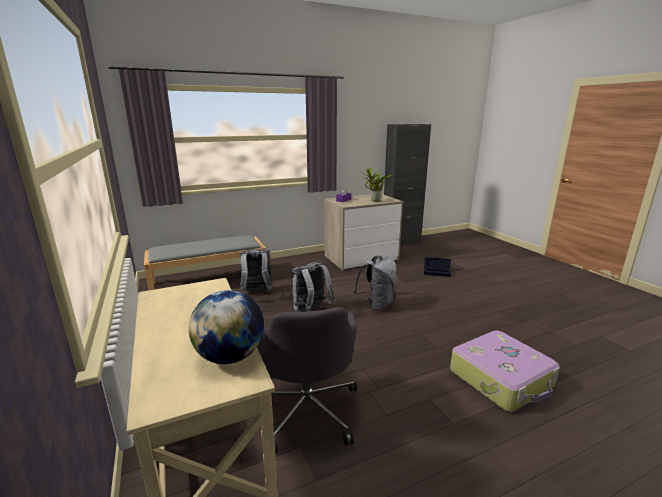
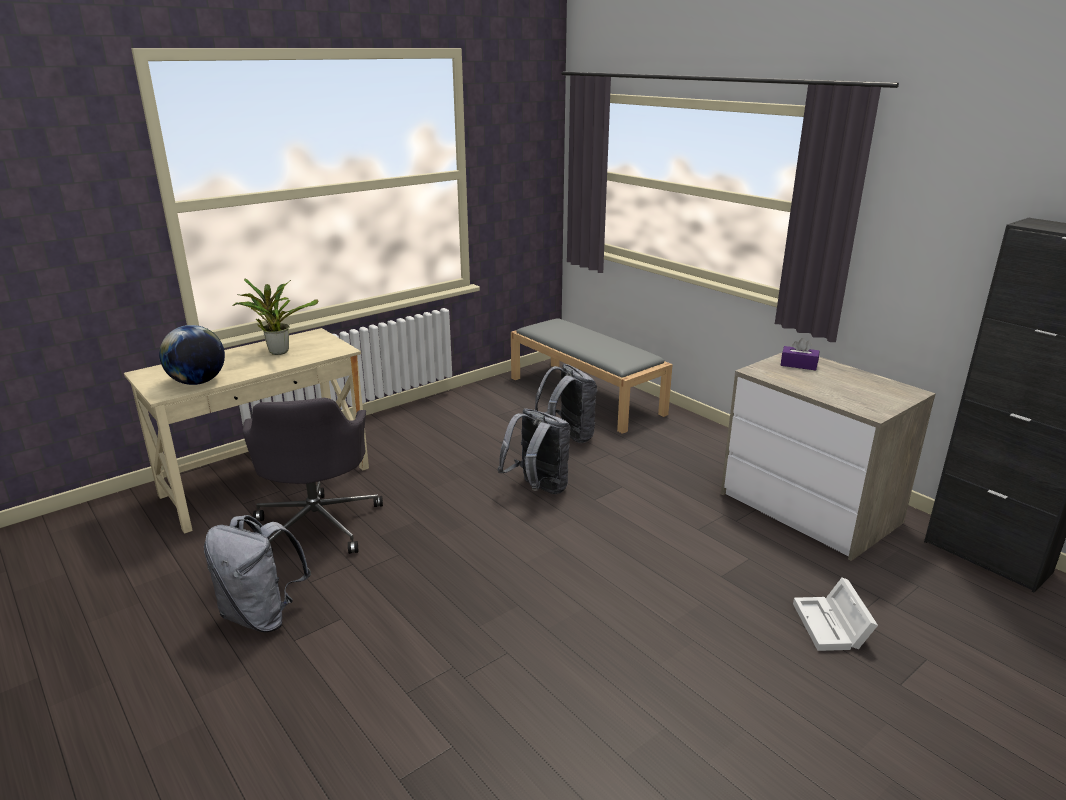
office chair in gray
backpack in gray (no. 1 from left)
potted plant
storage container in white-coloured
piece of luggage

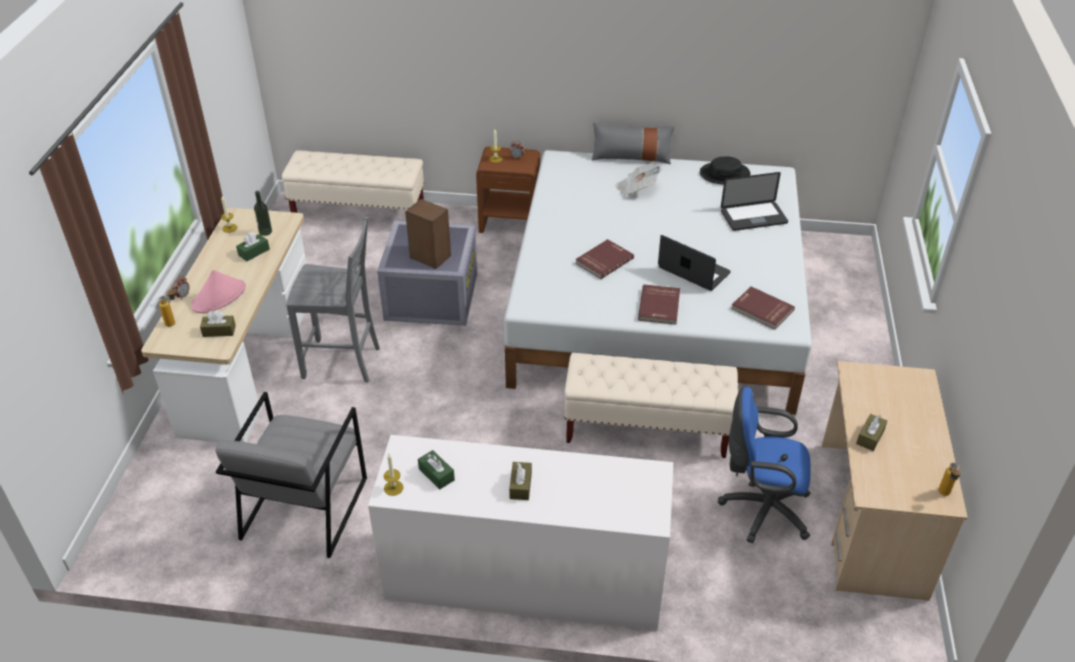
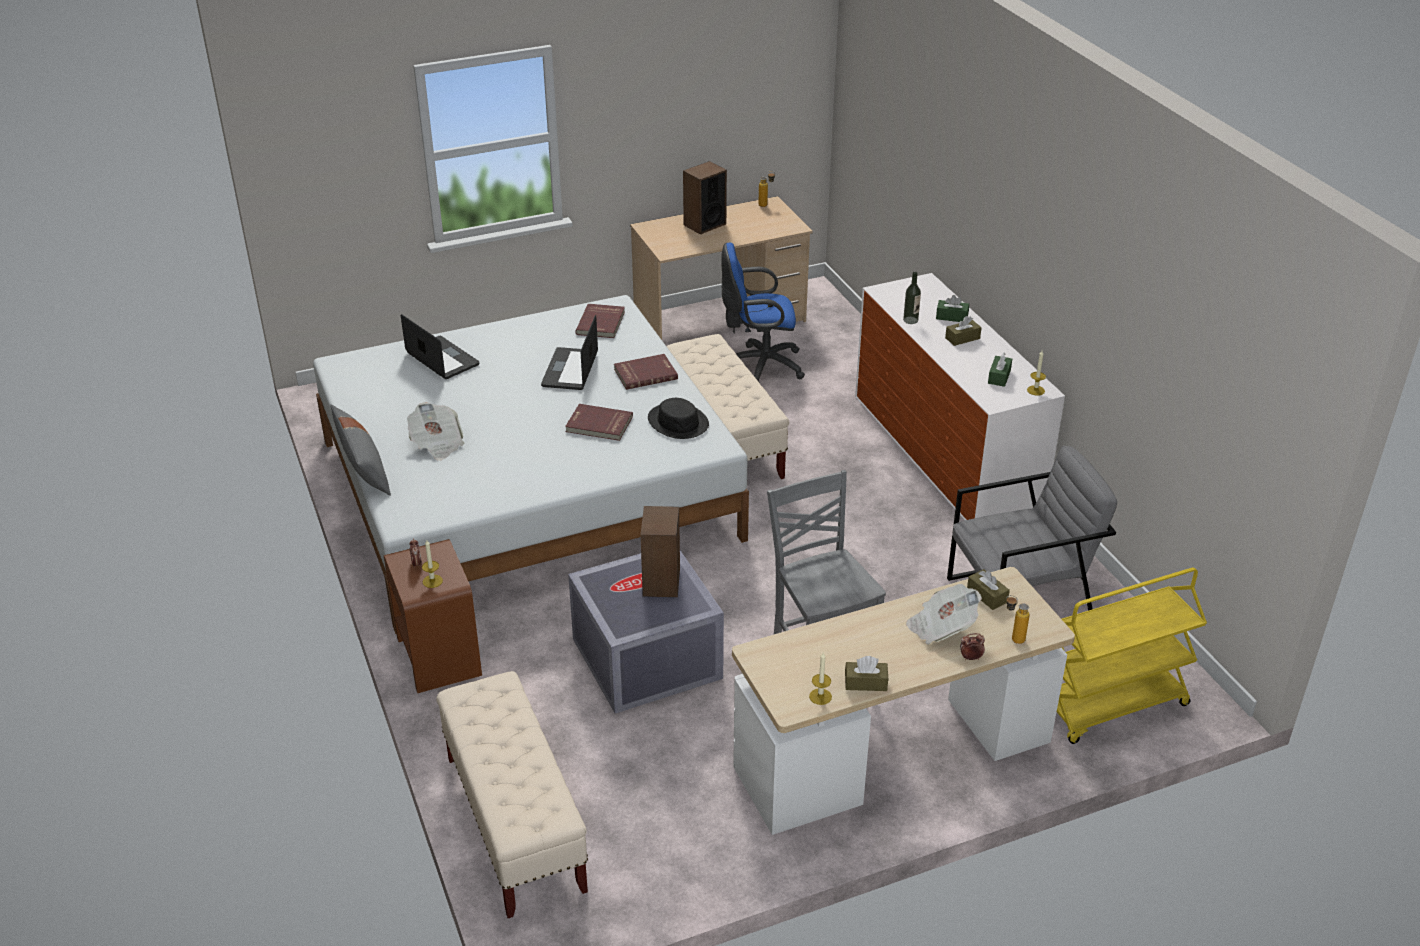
daily paper (no. 2 from left)
box of tissues in green-coloured (no. 1 from left)
bottle (no. 2 from left)
hat in black-coloured
office chair in blue-coloured
box of tissues in brown (no. 1 from left)
speaker (no. 2 from left)
trolley in yellow-coloured

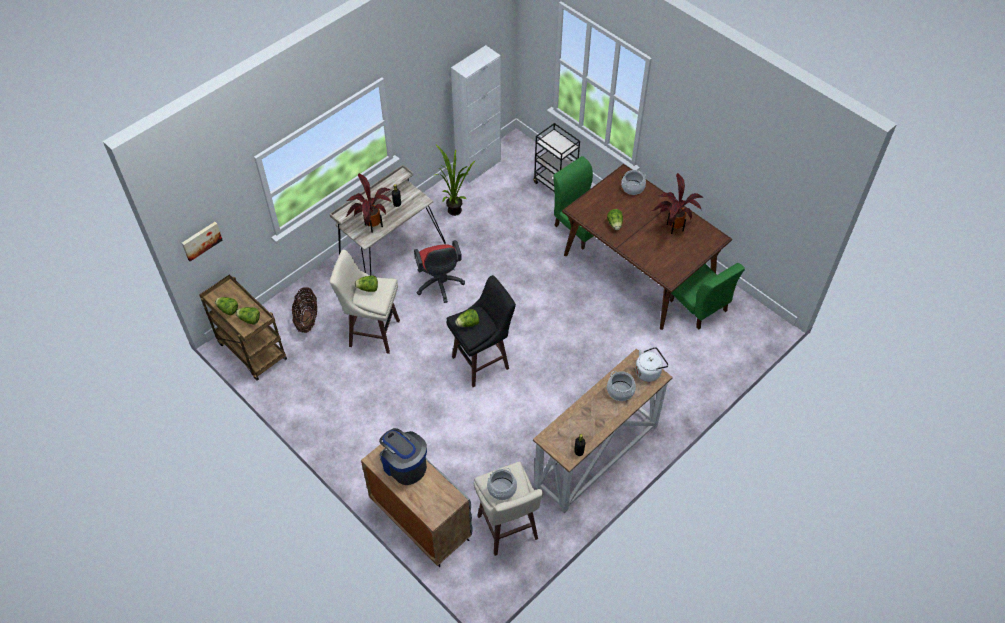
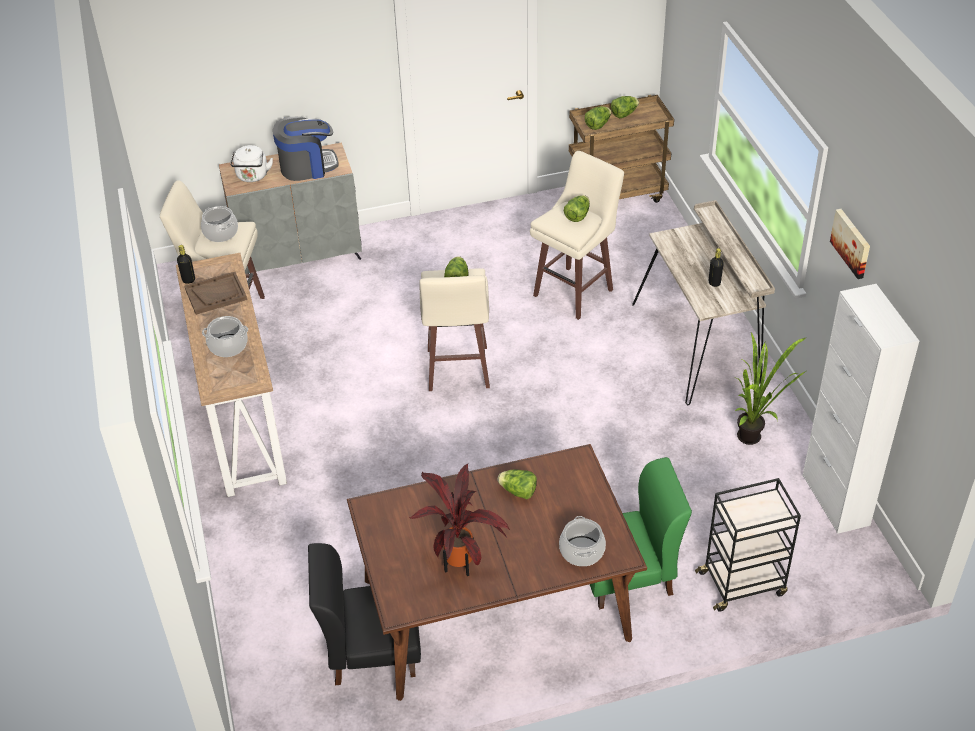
picture
household basket
potted plant (no. 1 from left in the first image)
office chair in reddish
sitting stool in beige (no. 2 from left)
kettle in white-coloured
chair in black-coloured
serving tray in brown

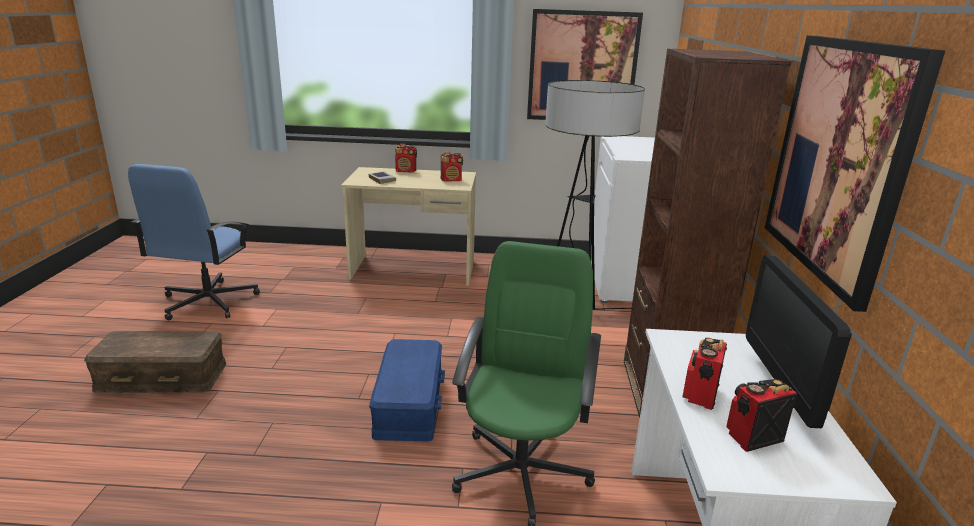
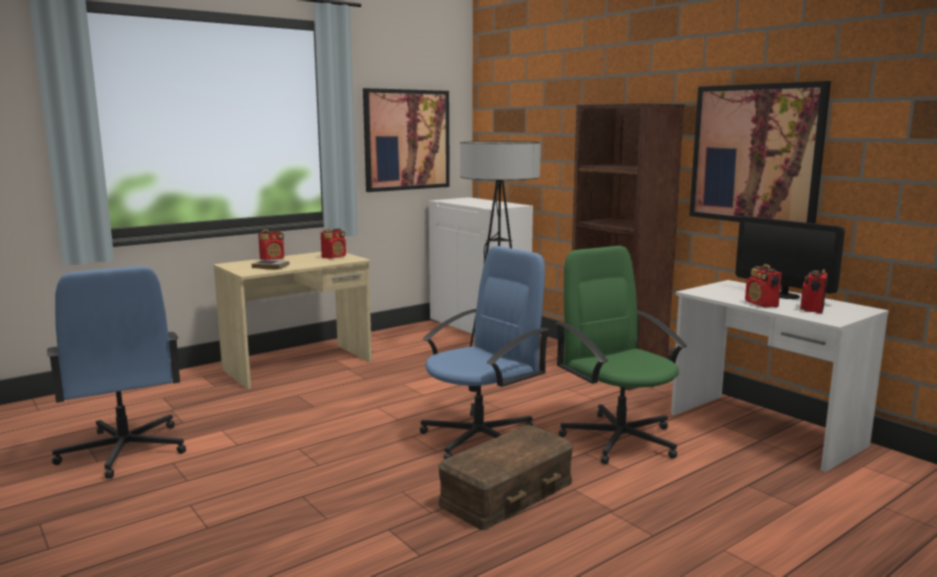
storage container in brown
office chair in blue-coloured (no. 2 from left)

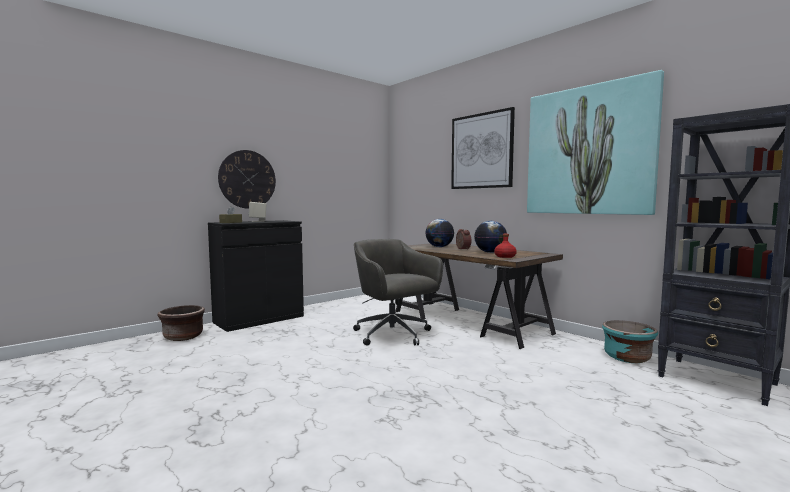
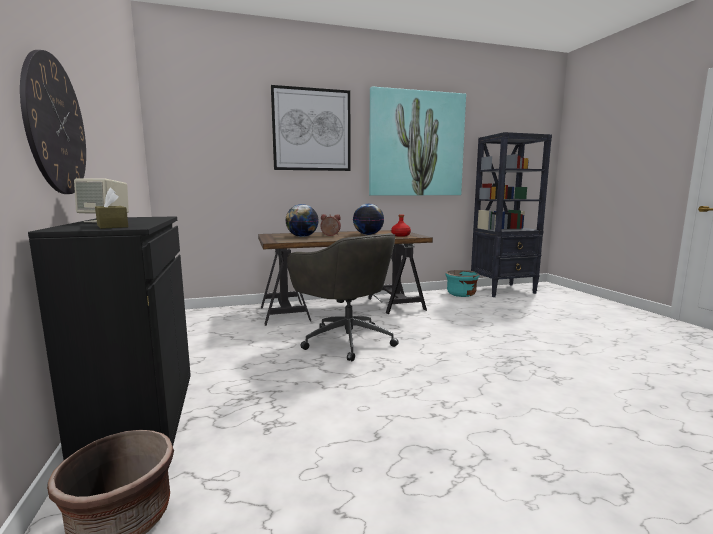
office chair in gray

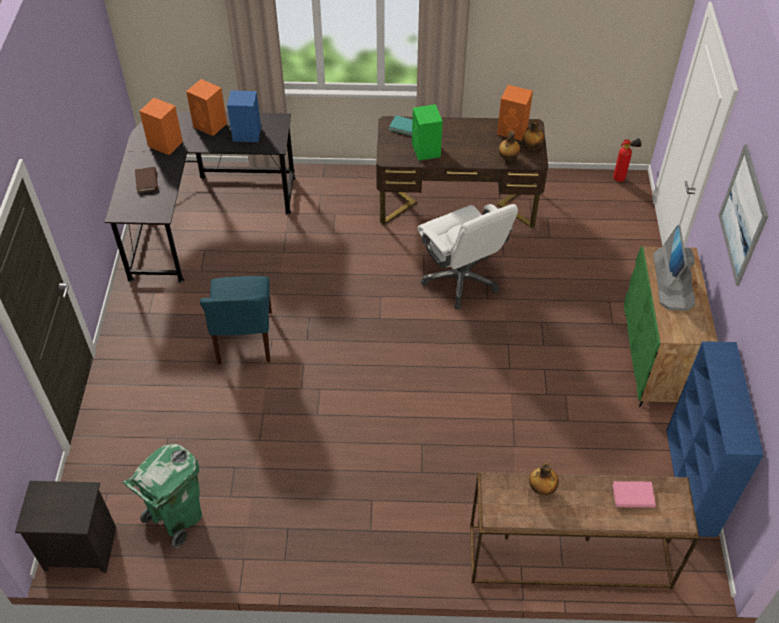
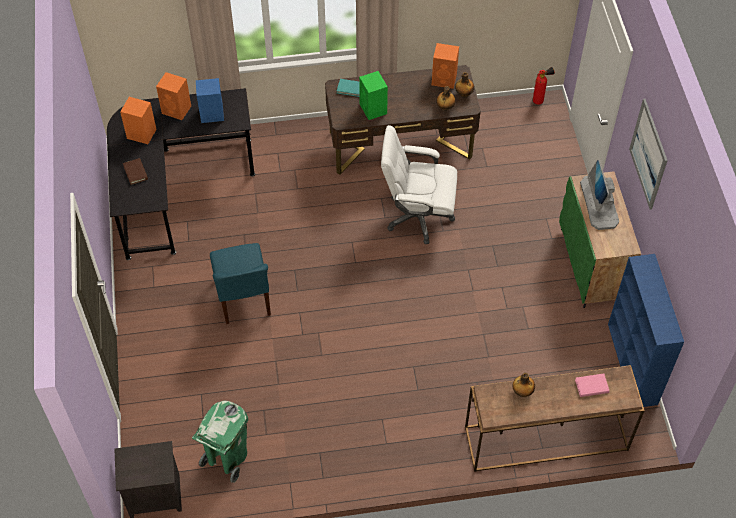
office chair in white-coloured

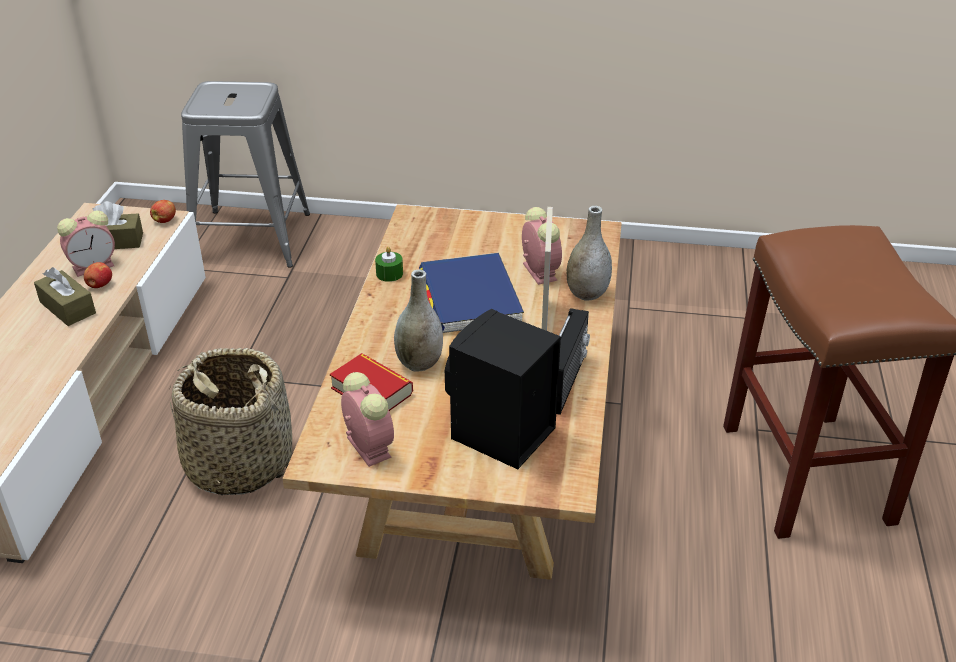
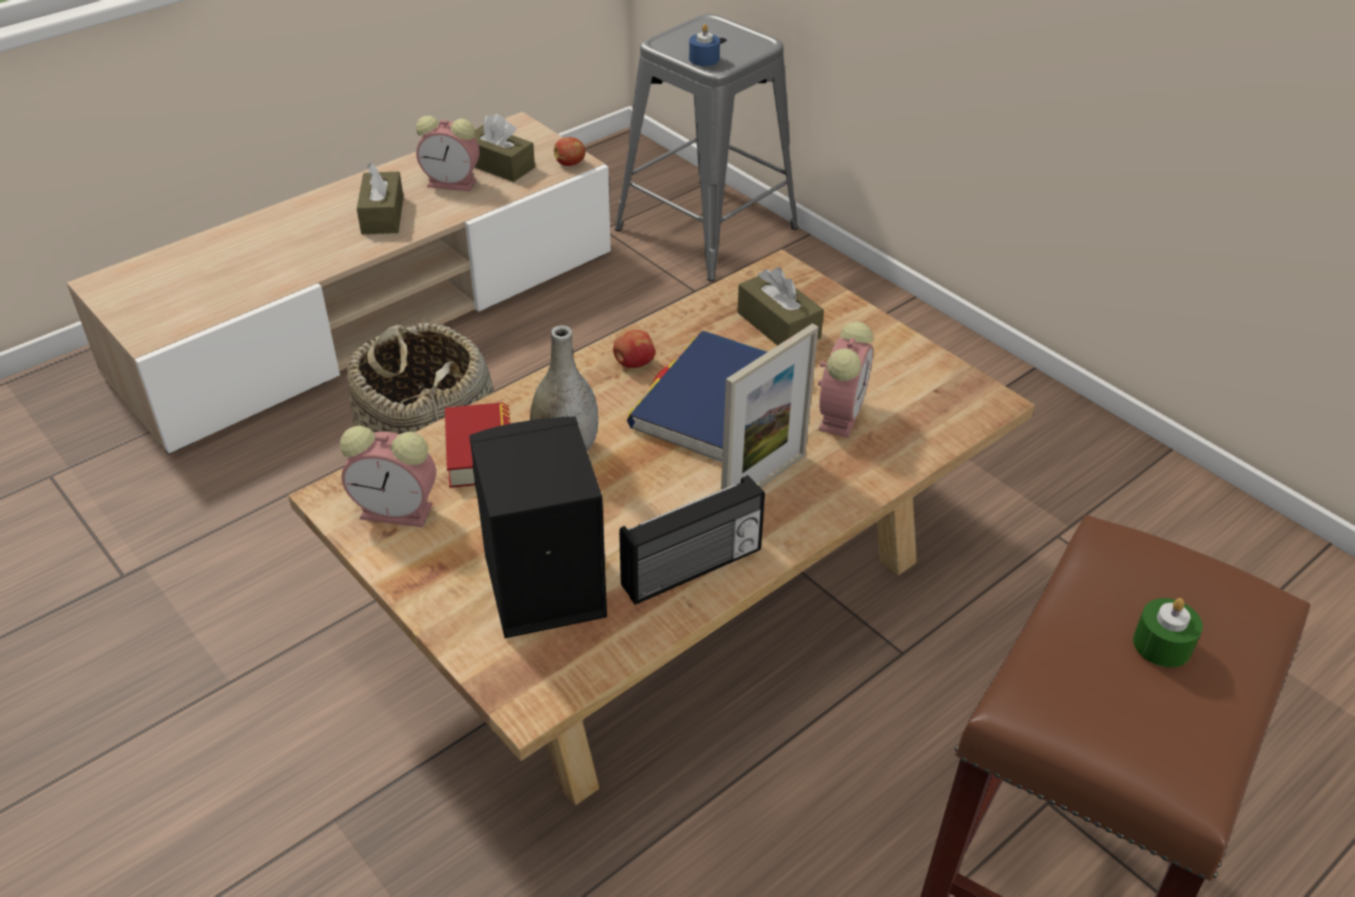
whole apple (no. 2 from left)
alarm clock (no. 1 from left)
candle in green-coloured
vase in gray (no. 2 from left in the first image)
candle in blue-coloured
box of tissues in brown (no. 3 from left)

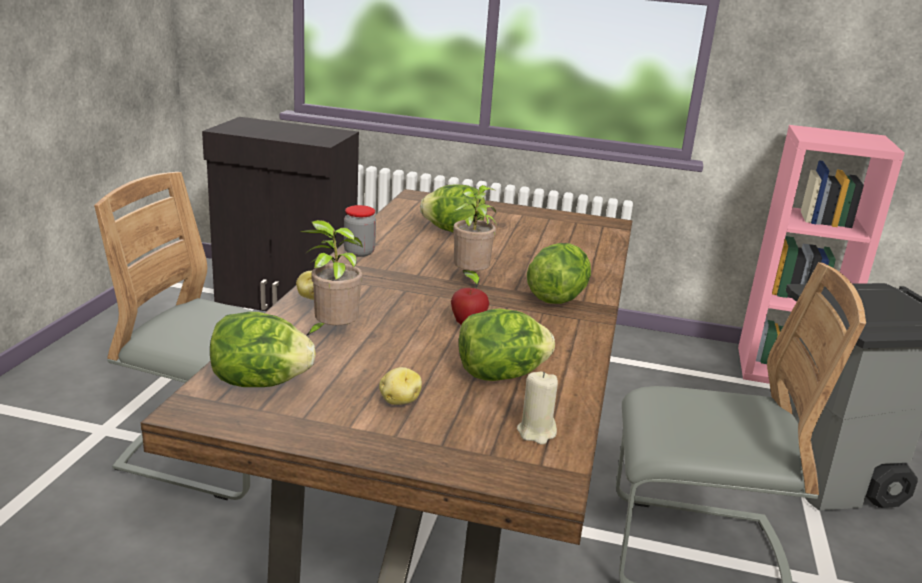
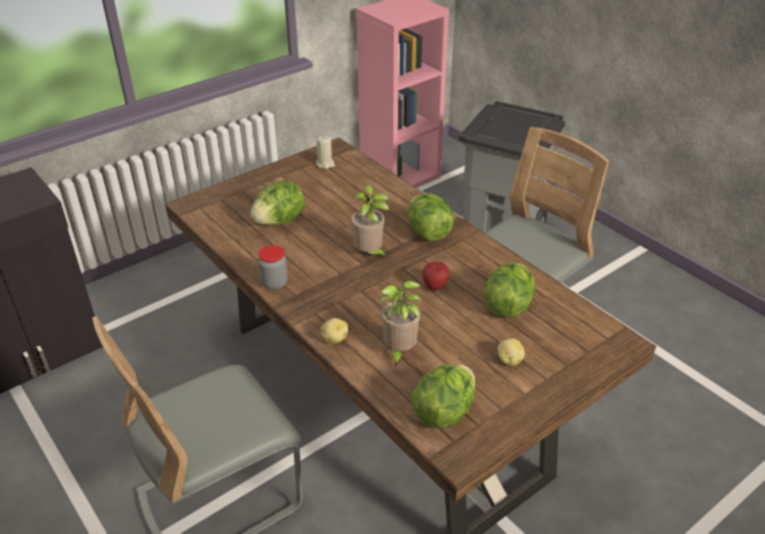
candle in beige

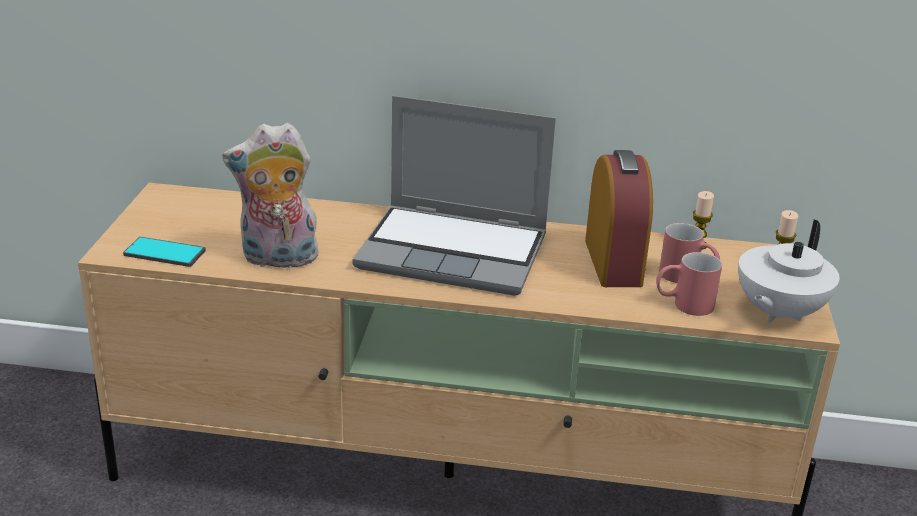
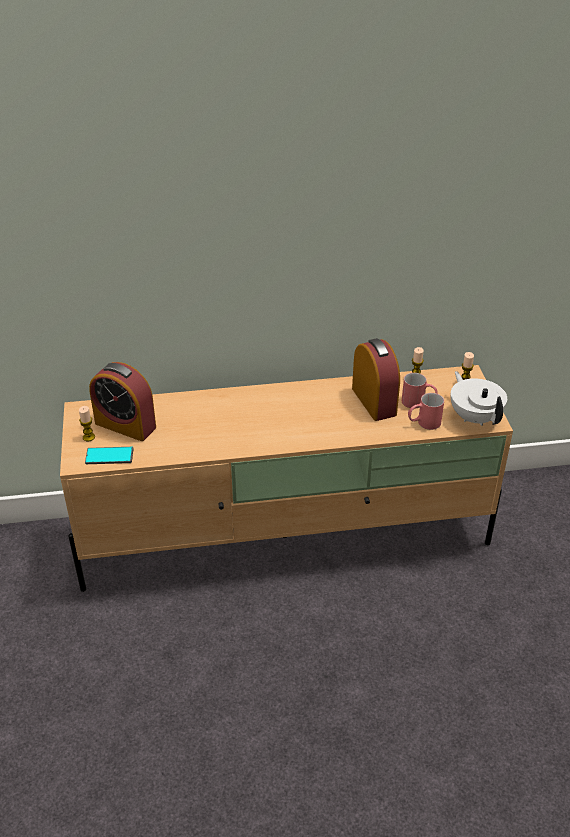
cuddly toy
portable computer
tea pot in white-coloured
candle (no. 1 from left)
alarm clock (no. 1 from left)

